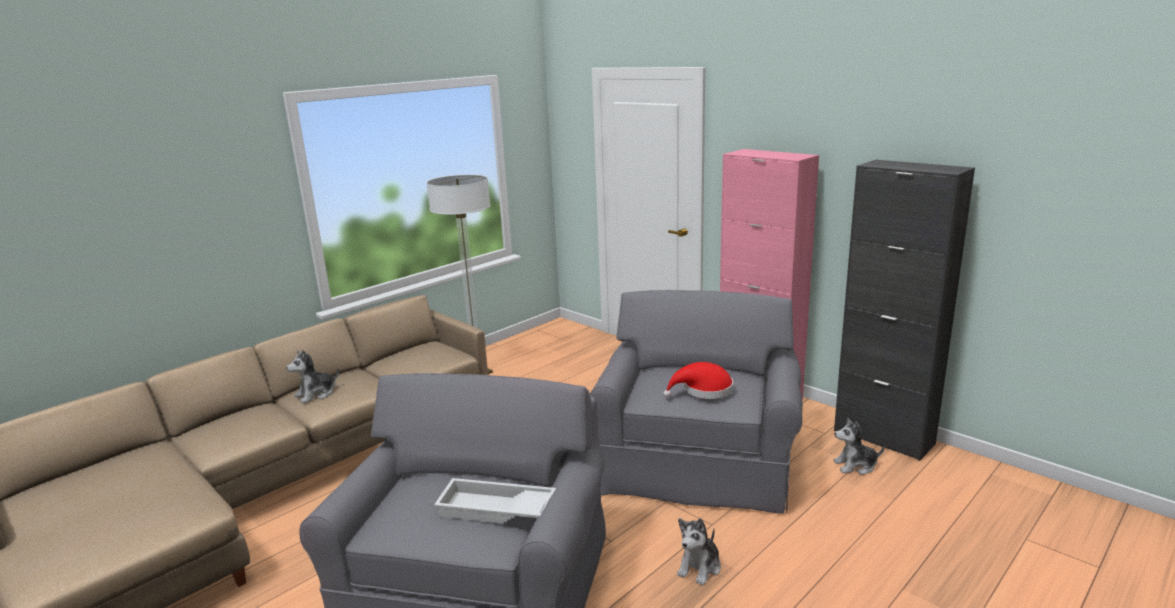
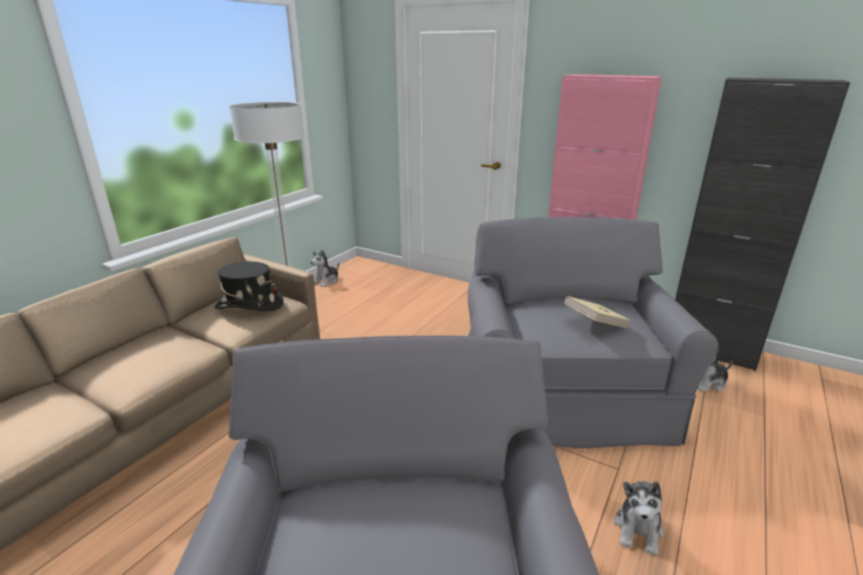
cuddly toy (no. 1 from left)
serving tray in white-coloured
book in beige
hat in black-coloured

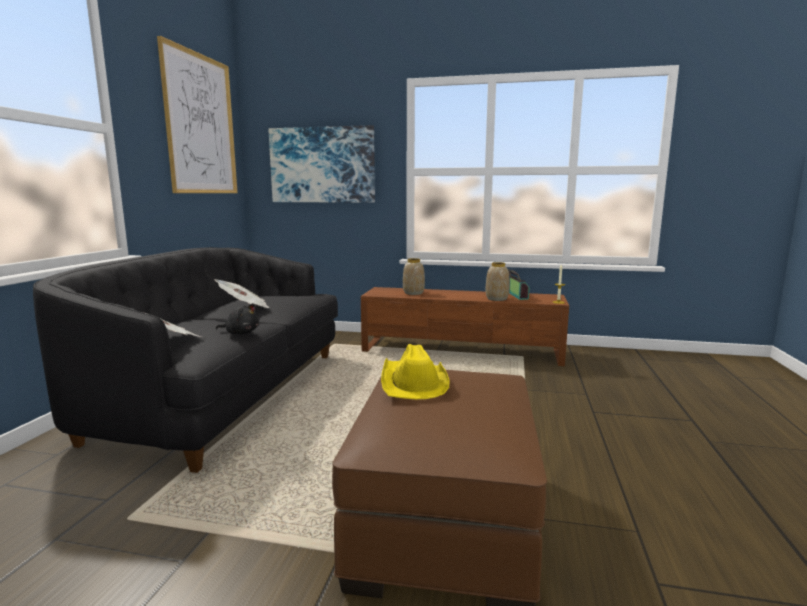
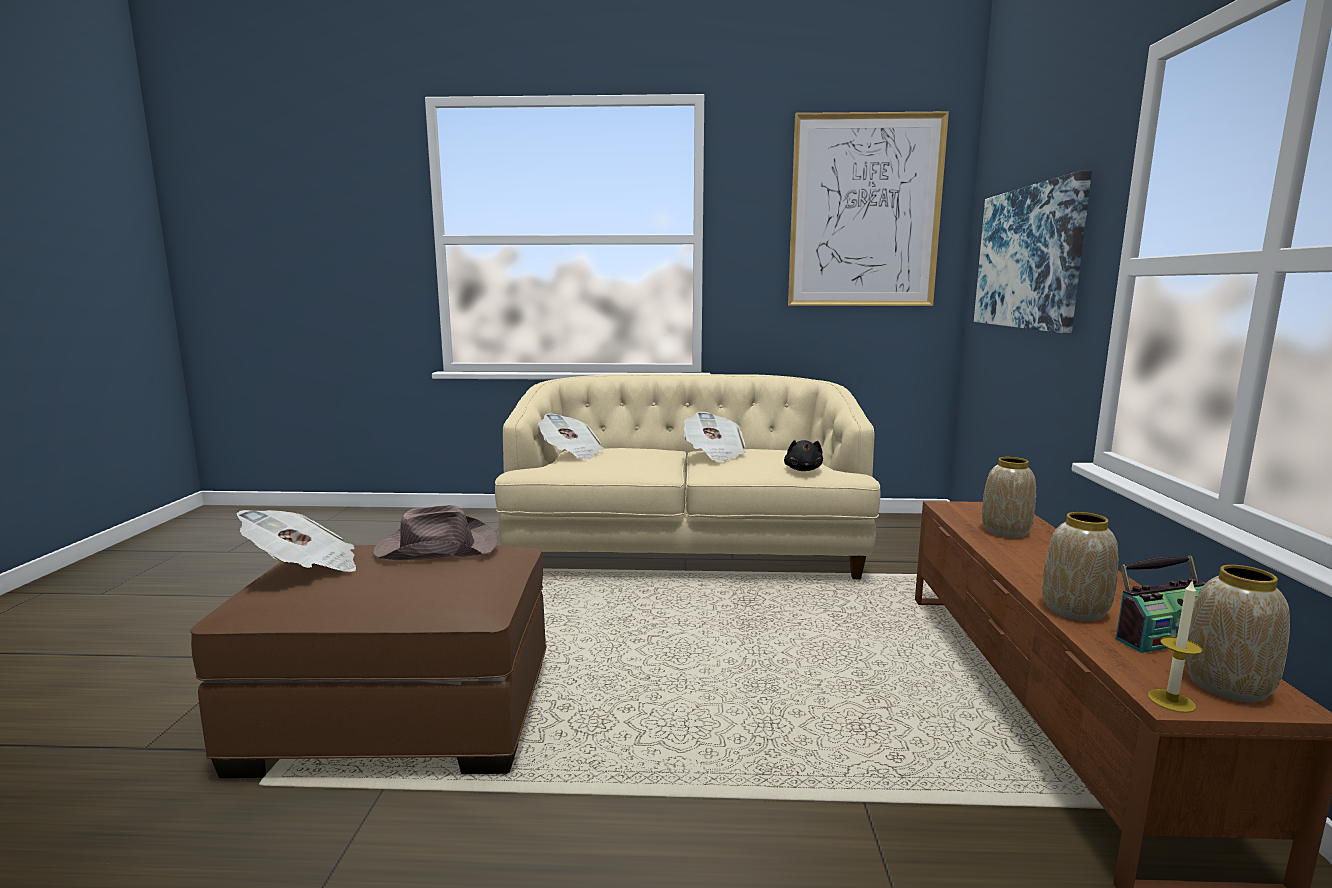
couch in beige
cuddly toy in black-coloured
hat in brown
daily paper (no. 1 from left)
vase (no. 3 from left)

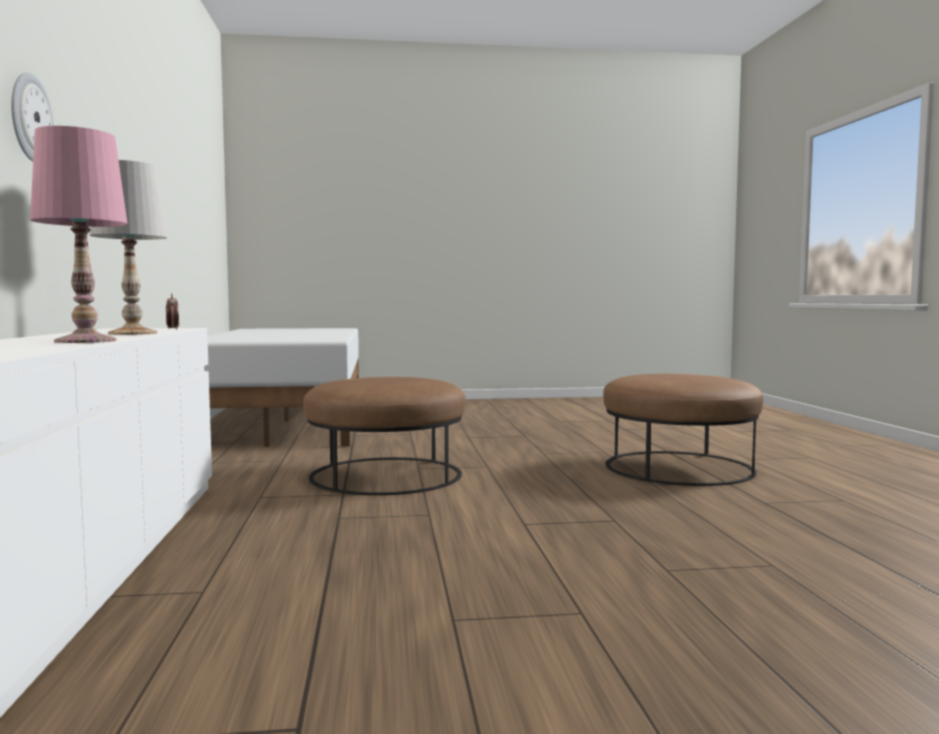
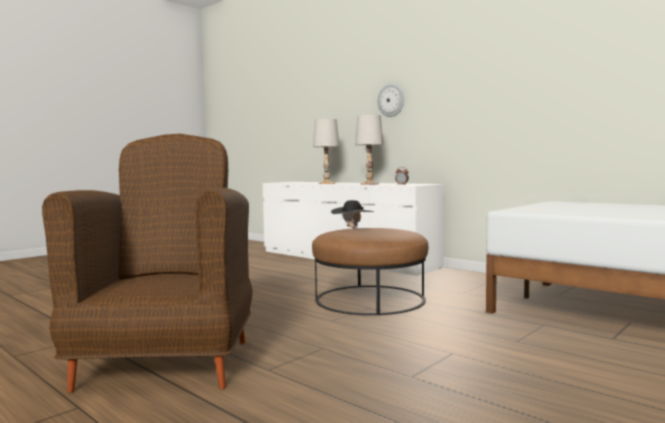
lamp for a table in white-coloured (no. 1 from left)
easy chair in brown
hat in black-coloured

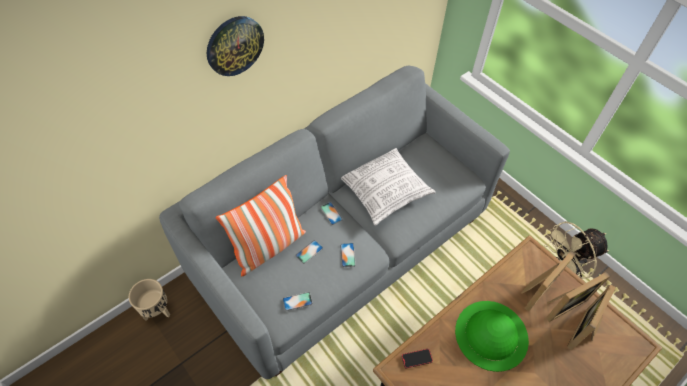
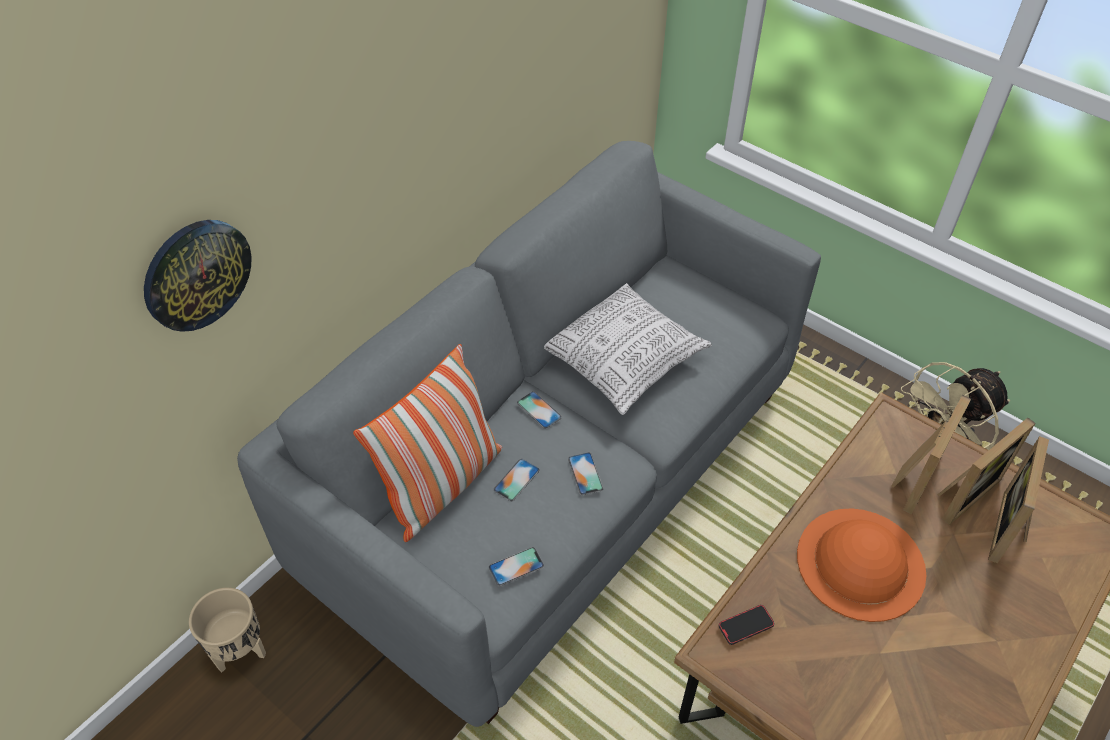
hanging clock
hat in orange-coloured

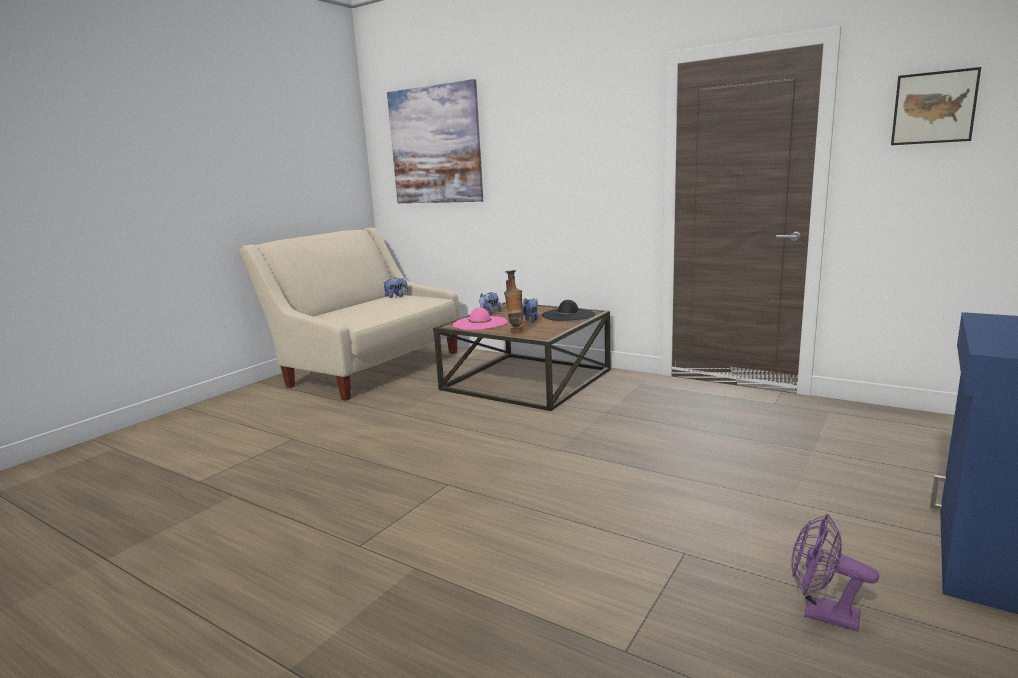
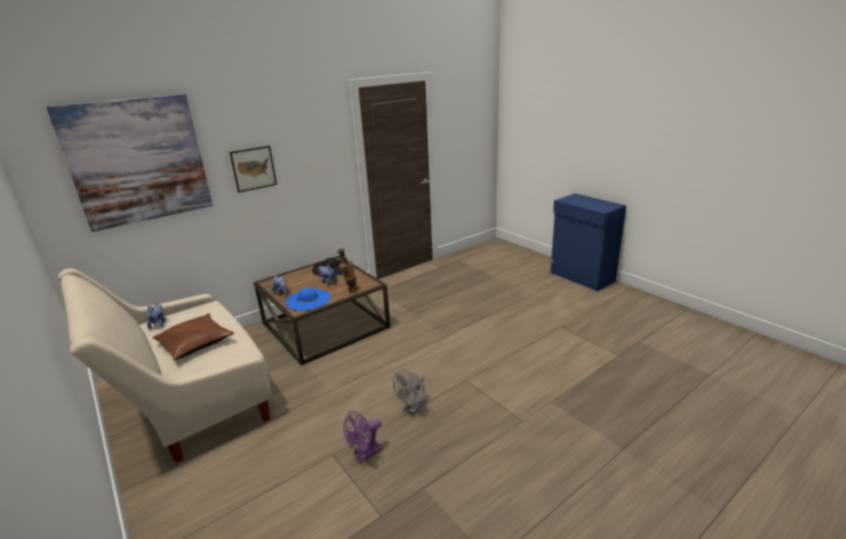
hat in blue-coloured
cooling fan in purple-coloured
picture (no. 2 from left)
throw pillow in brown
cooling fan in gray

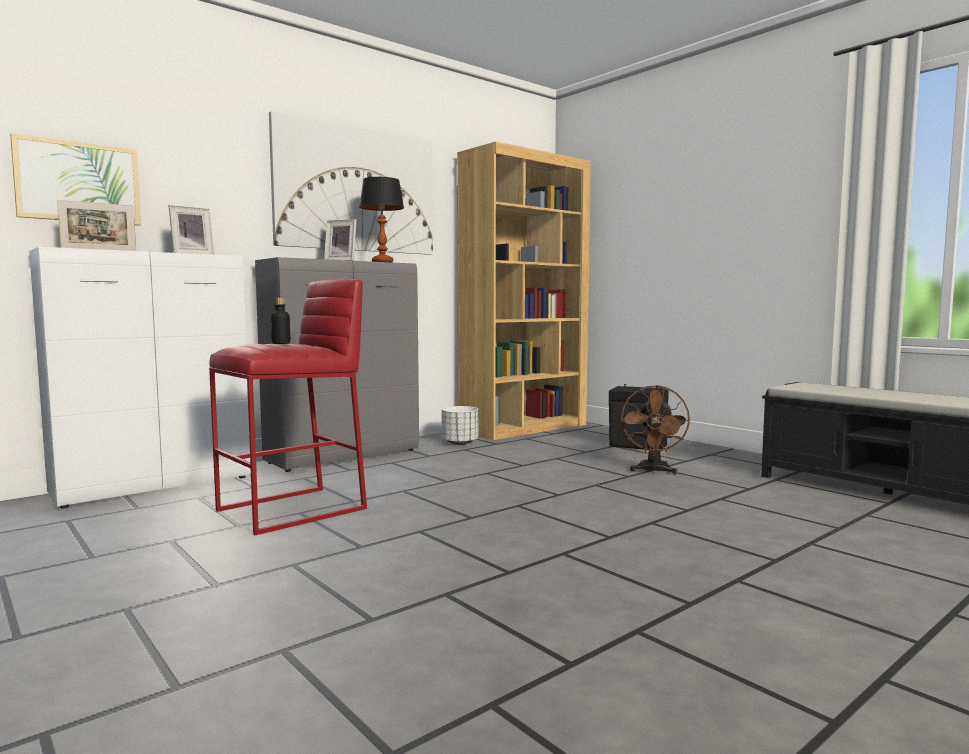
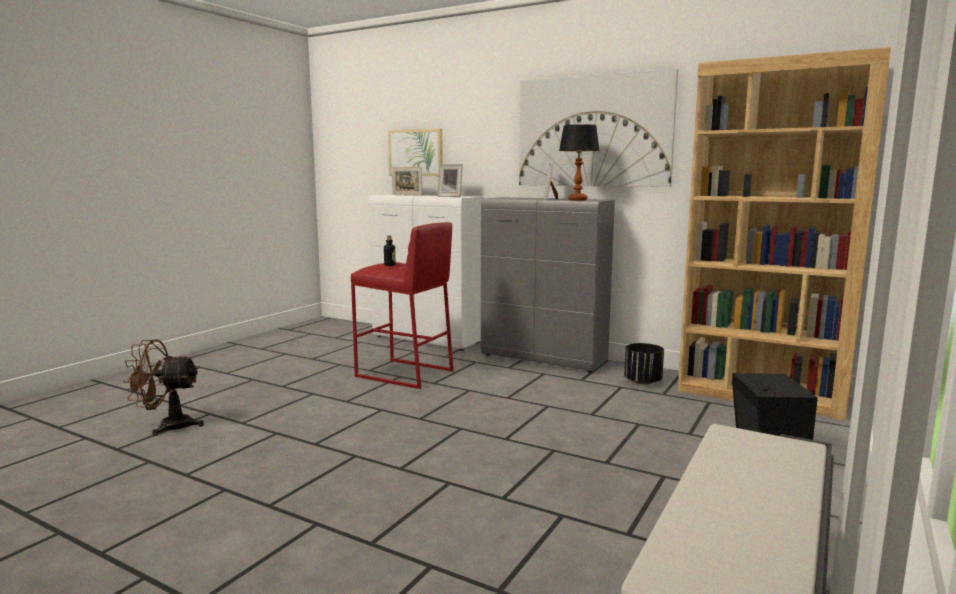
planter in black-coloured
cooling fan in brown

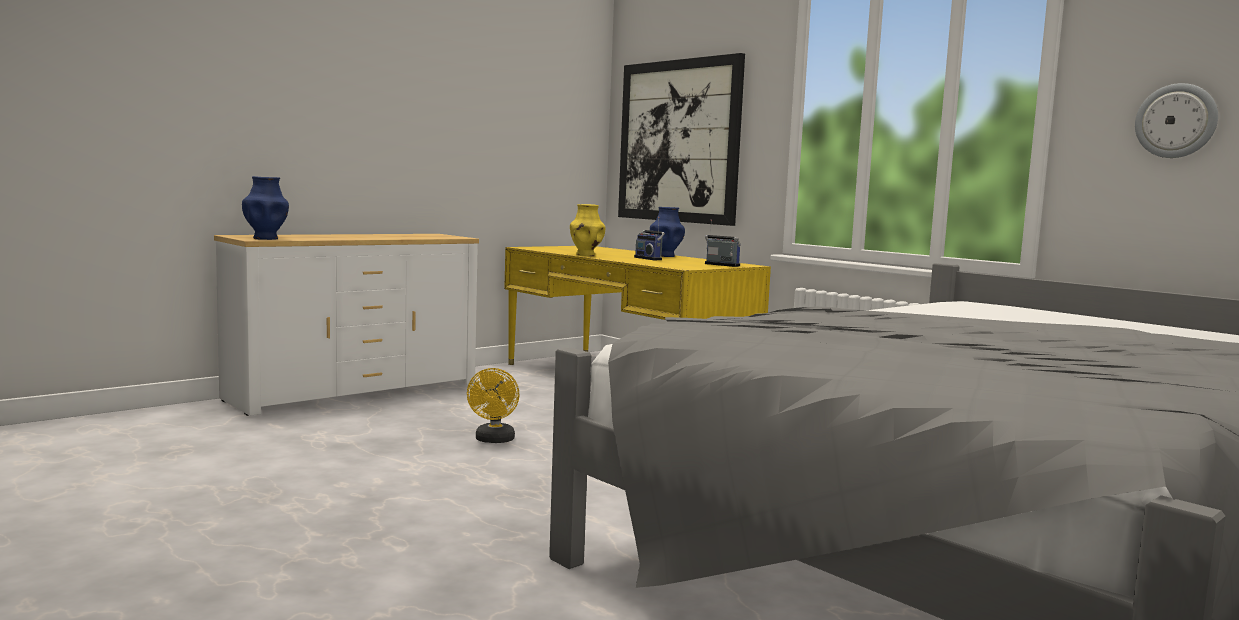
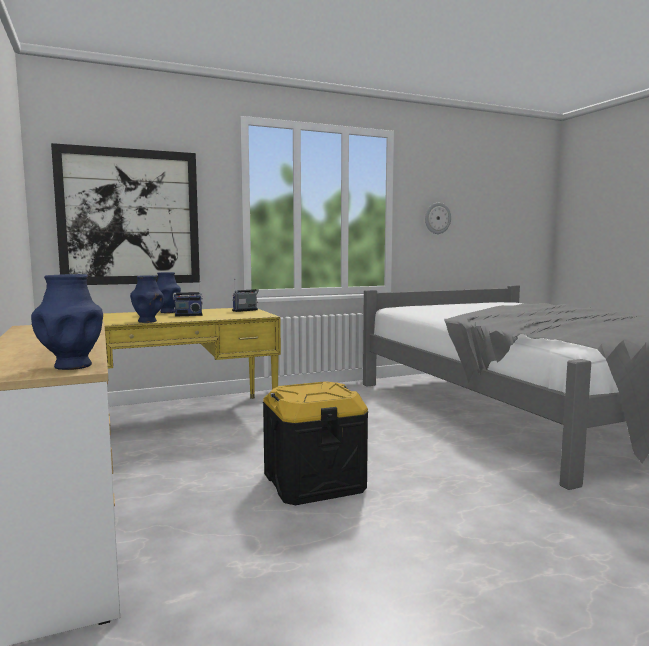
storage container in black-coloured
vase in blue-coloured (no. 2 from left)

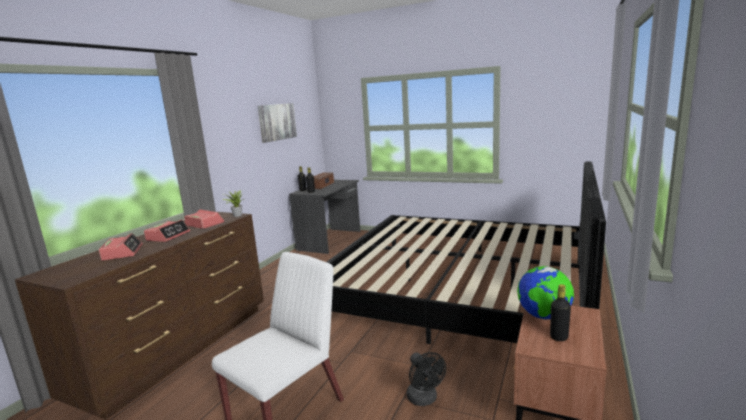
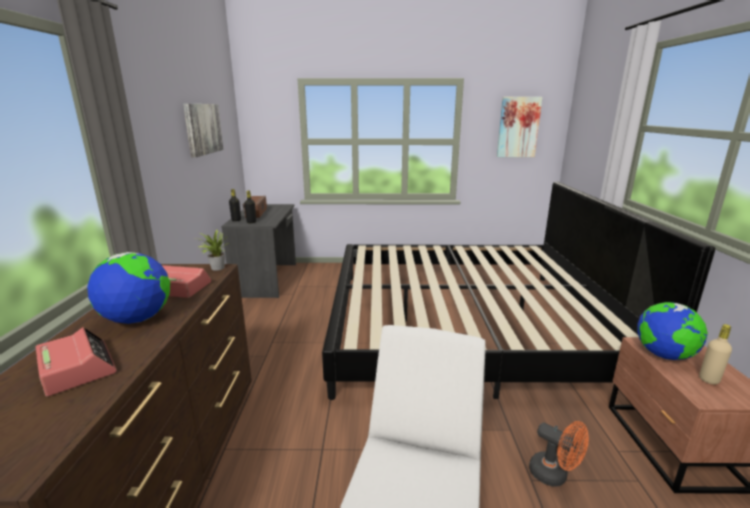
world globe (no. 1 from left)
cooling fan in orange-coloured
bottle in beige
picture (no. 2 from left)

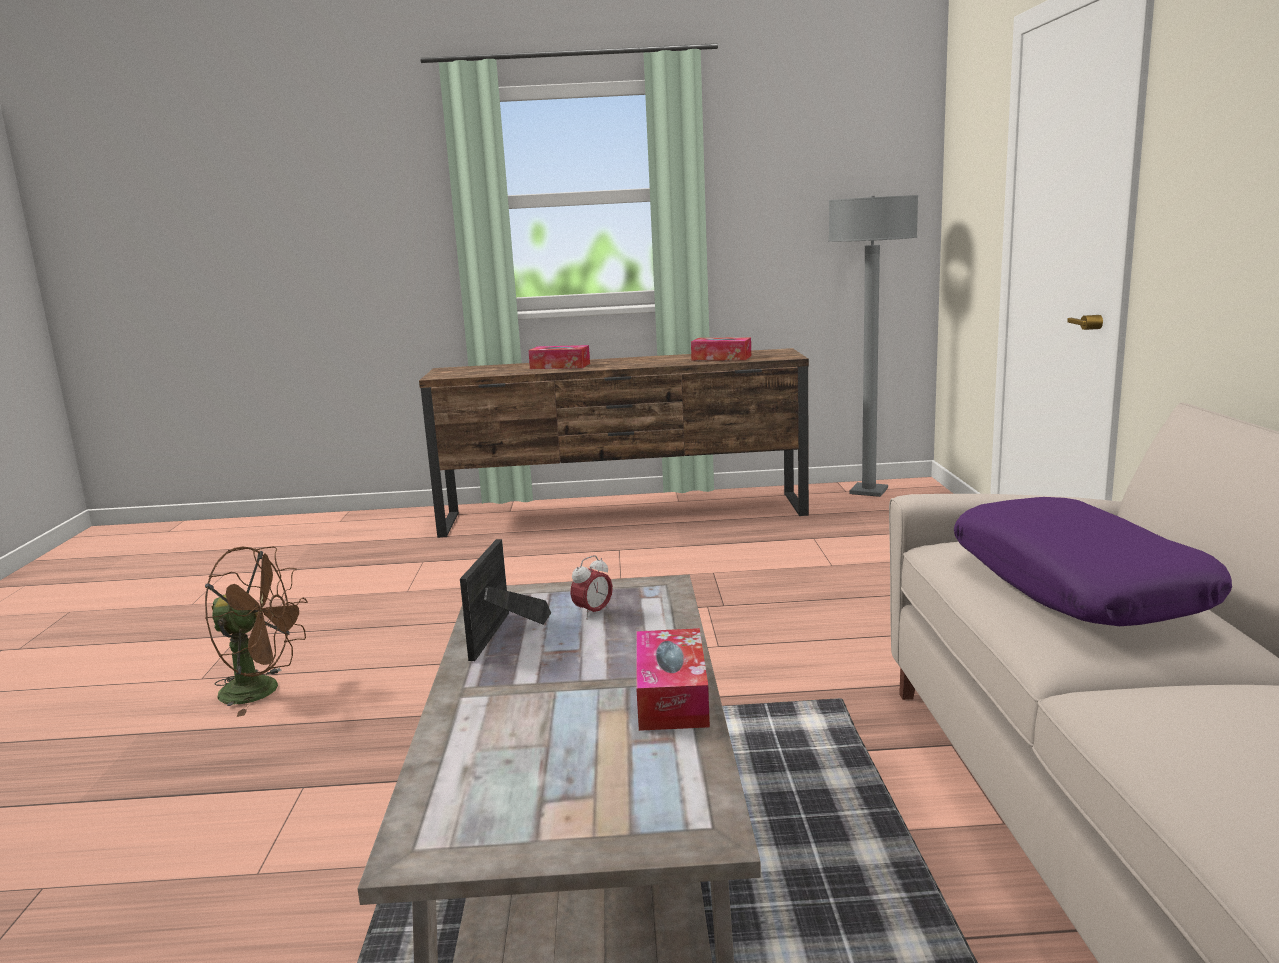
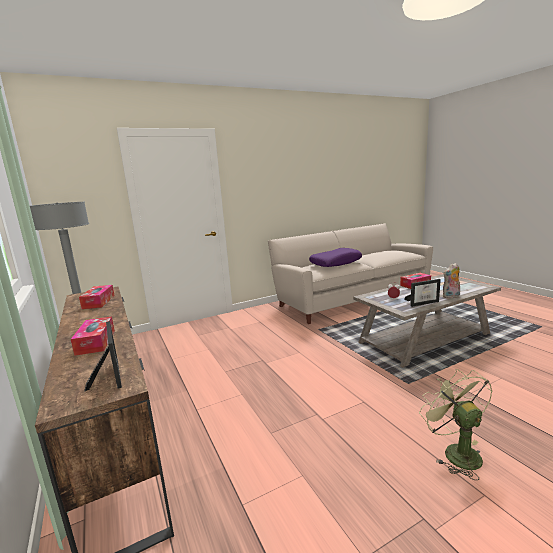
cooling fan in green-coloured
photo frame (no. 1 from left)
cuddly toy

